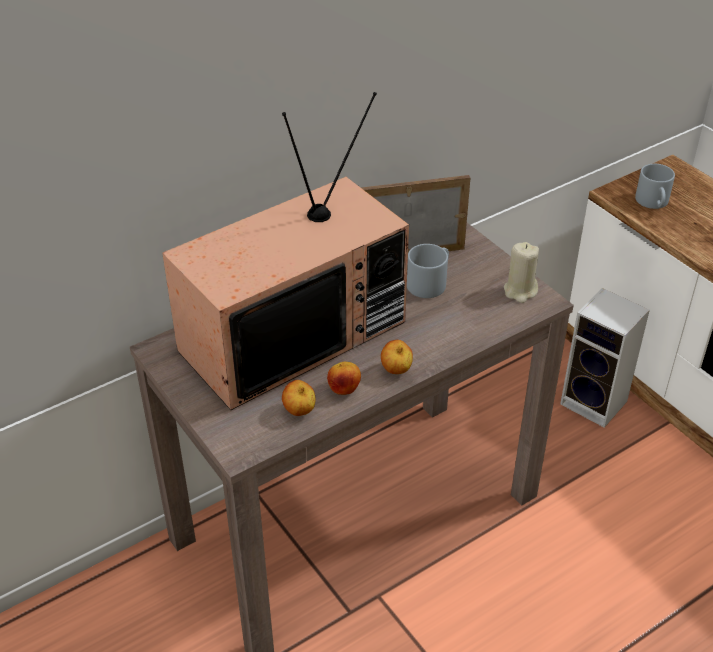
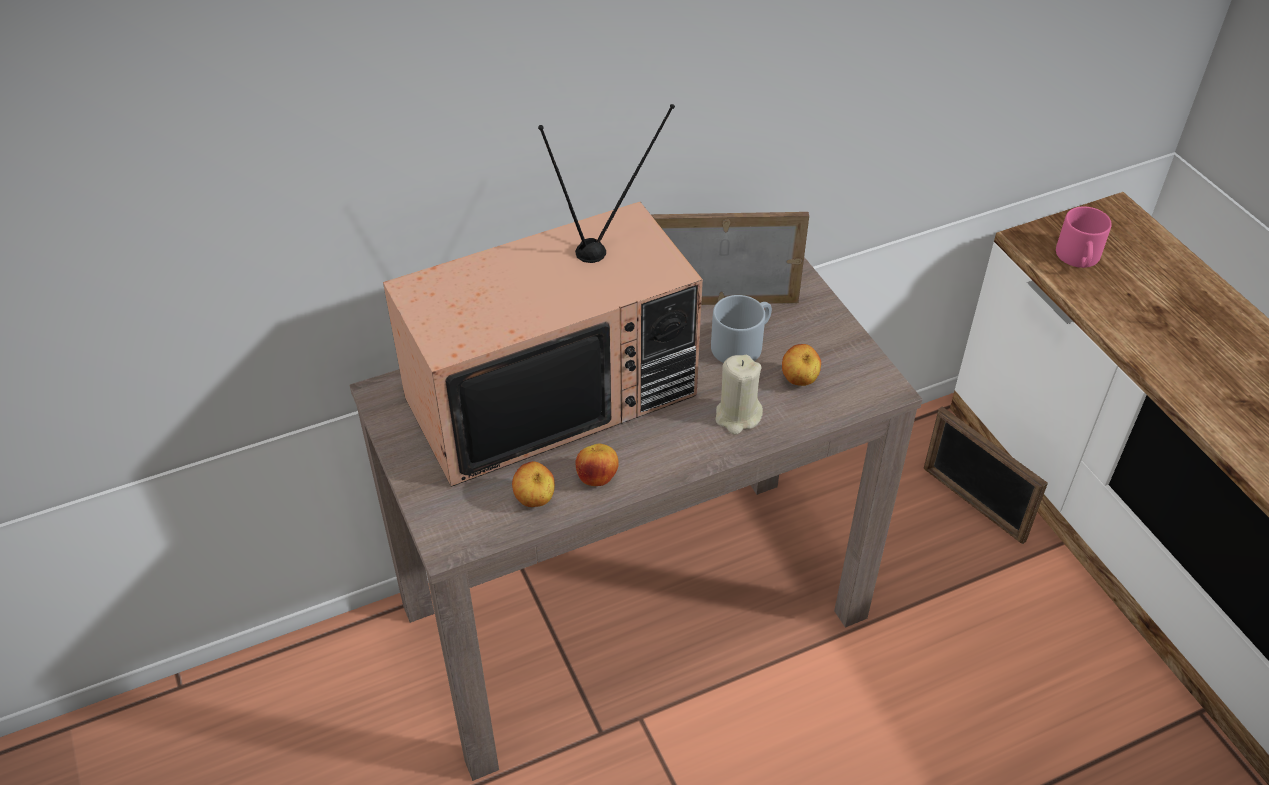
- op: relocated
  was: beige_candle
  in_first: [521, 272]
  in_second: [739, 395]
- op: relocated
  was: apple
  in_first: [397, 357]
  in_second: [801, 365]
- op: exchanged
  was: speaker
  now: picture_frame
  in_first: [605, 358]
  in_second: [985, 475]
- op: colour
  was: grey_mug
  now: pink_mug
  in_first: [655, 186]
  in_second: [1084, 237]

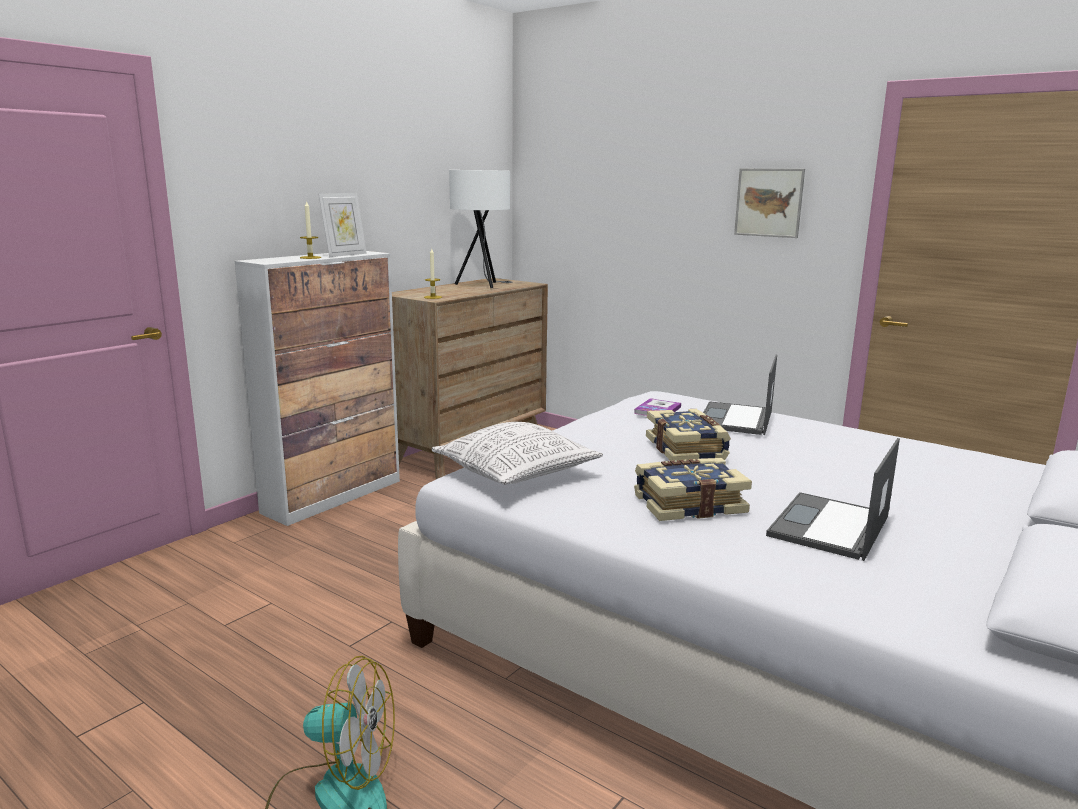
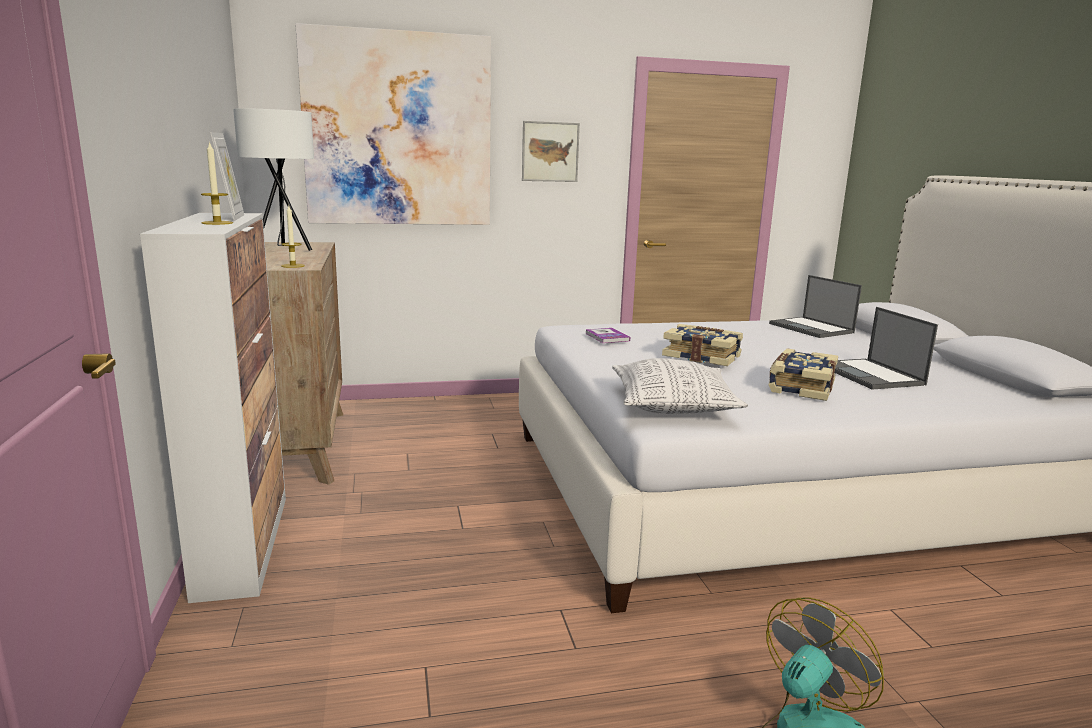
- op: appeared
  now: picture
  in_second: [393, 124]
- op: relocated
  was: laptop
  in_first: [740, 395]
  in_second: [815, 306]

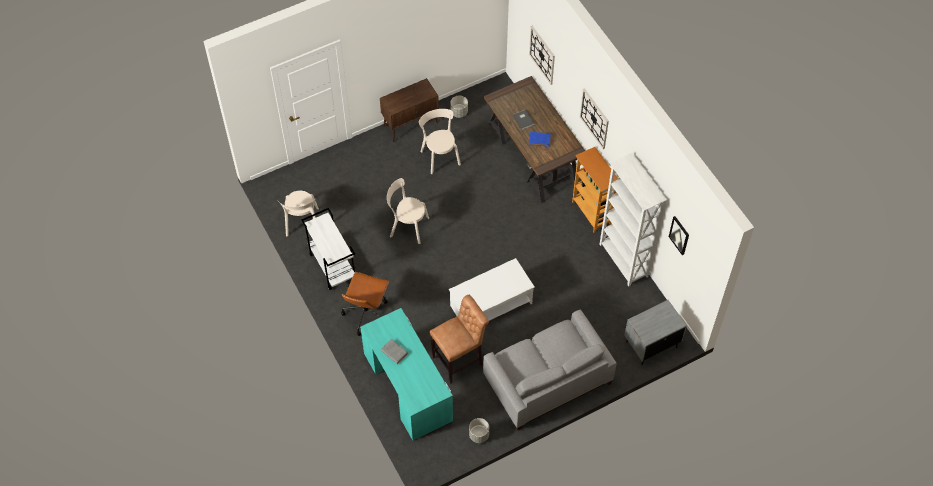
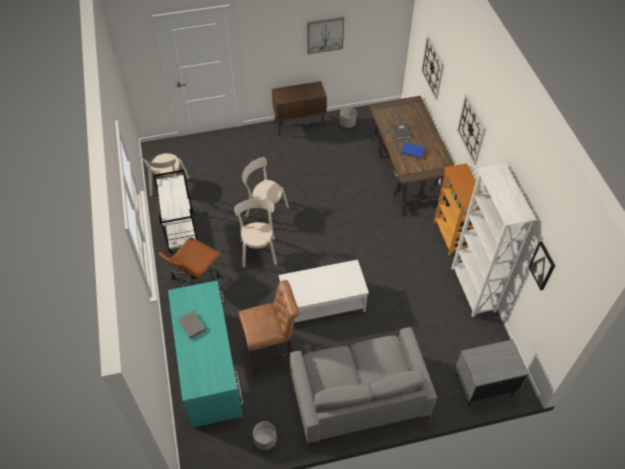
- op: relocated
  was: beige_chair
  in_first: [440, 141]
  in_second: [255, 233]
- op: appeared
  now: picture
  in_second: [325, 35]

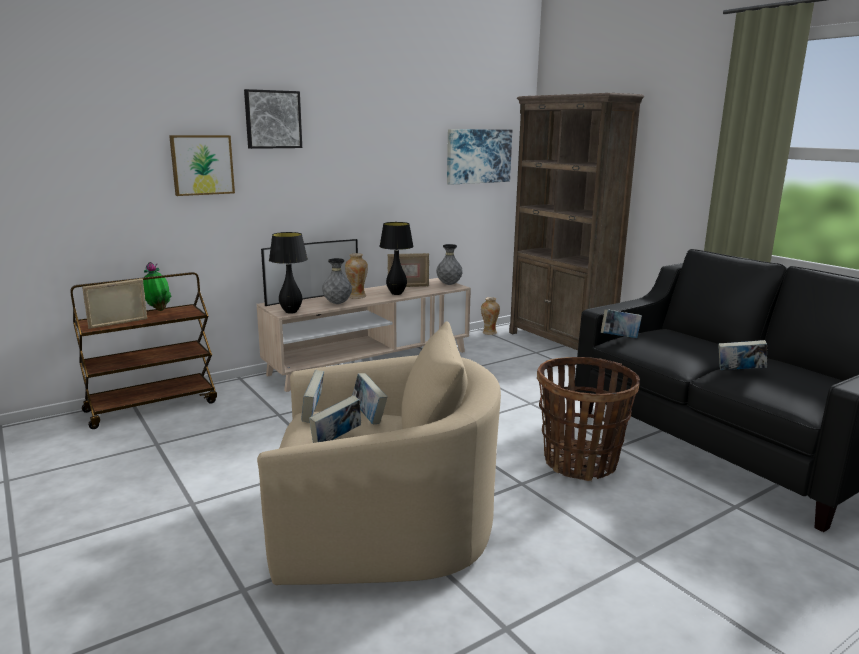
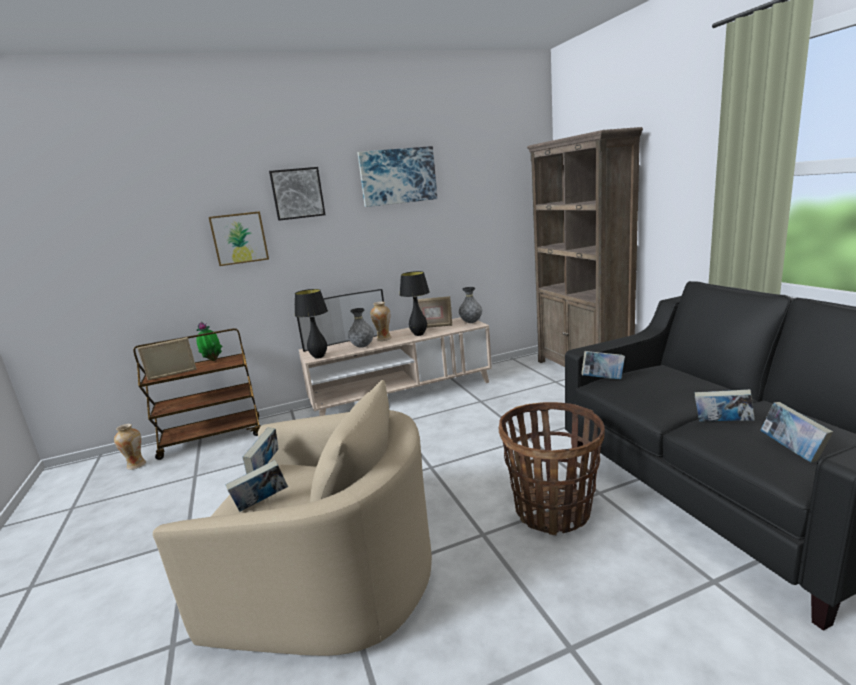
- op: relocated
  was: vase
  in_first: [490, 316]
  in_second: [130, 447]
- op: relocated
  was: picture
  in_first: [479, 157]
  in_second: [397, 176]
- op: relocated
  was: book
  in_first: [370, 398]
  in_second: [796, 432]

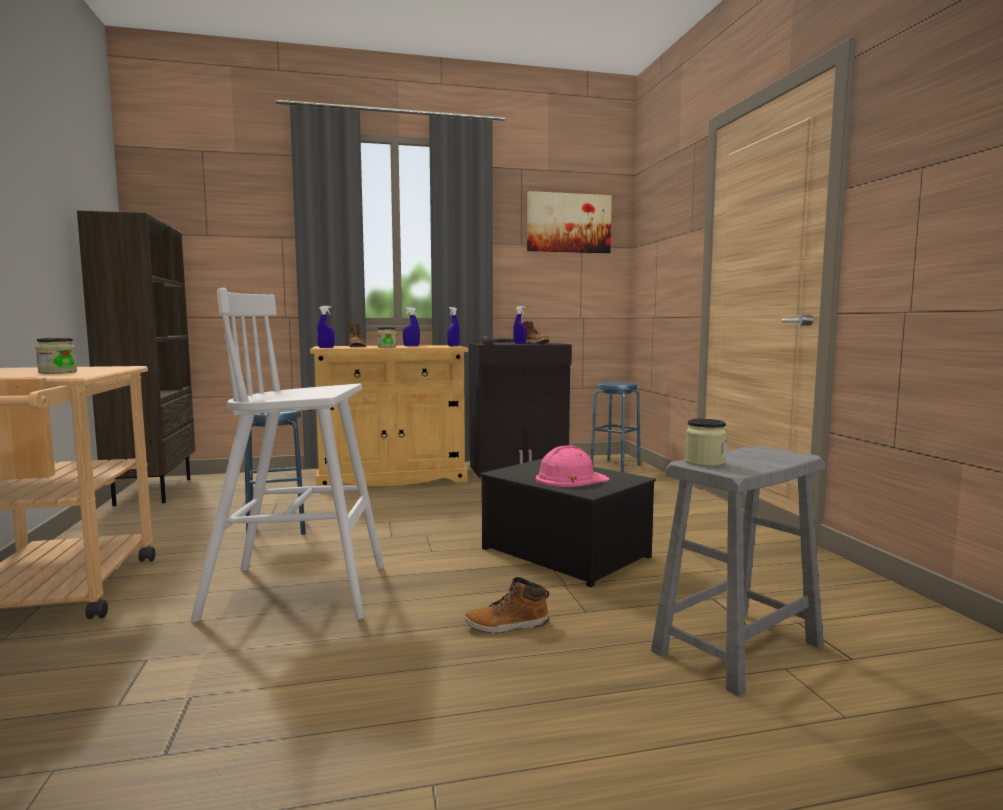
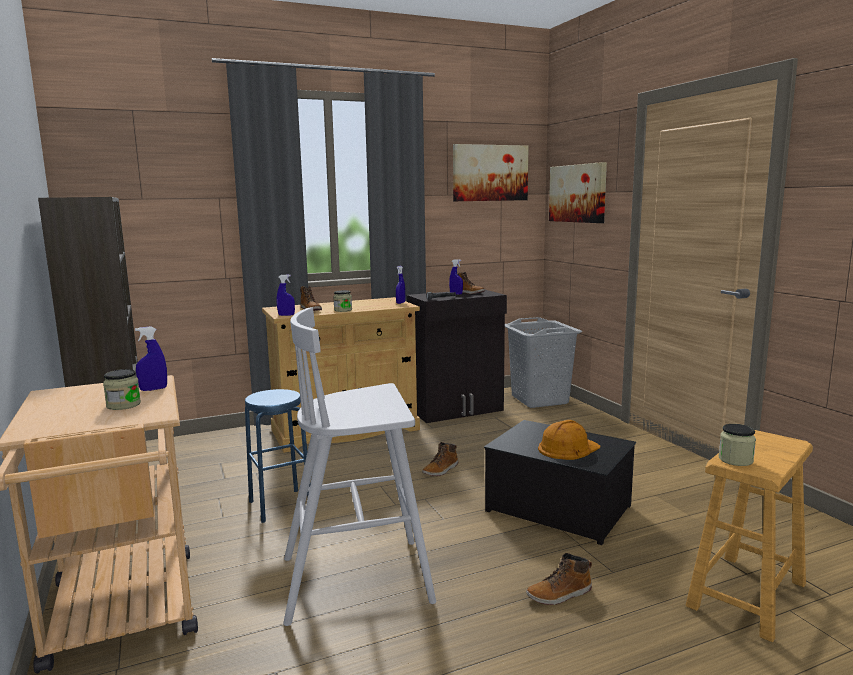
- op: relocated
  was: blue_spray_bottle
  in_first: [411, 326]
  in_second: [151, 358]
- op: appeared
  now: boot
  in_second: [440, 459]
- op: exchanged
  was: blue_stool
  now: grey_laundry_basket
  in_first: [615, 427]
  in_second: [543, 362]
- op: colour
  was: pink_hard_hat
  now: orange_hard_hat
  in_first: [573, 466]
  in_second: [569, 440]
- op: appeared
  now: picture
  in_second: [578, 192]
- op: colour
  was: grey_stool
  now: brown_stool
  in_first: [738, 571]
  in_second: [749, 536]

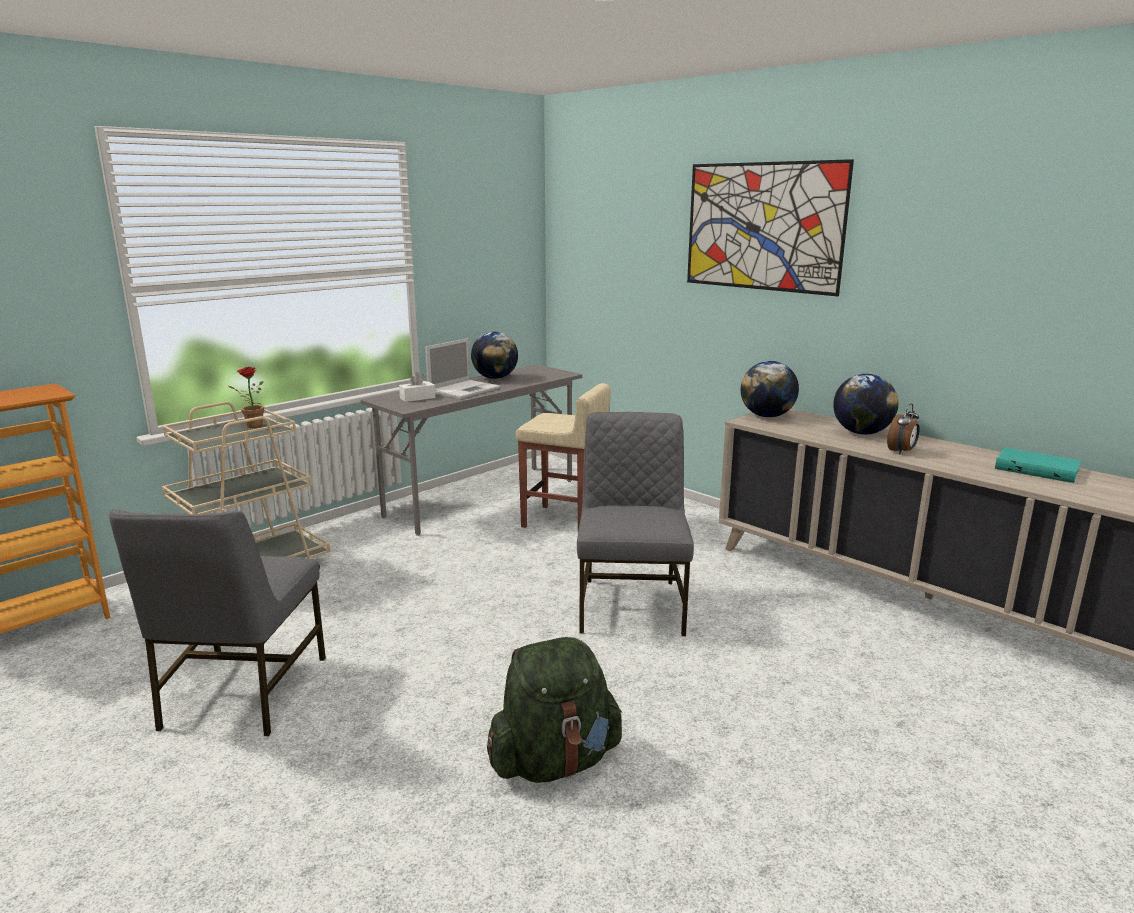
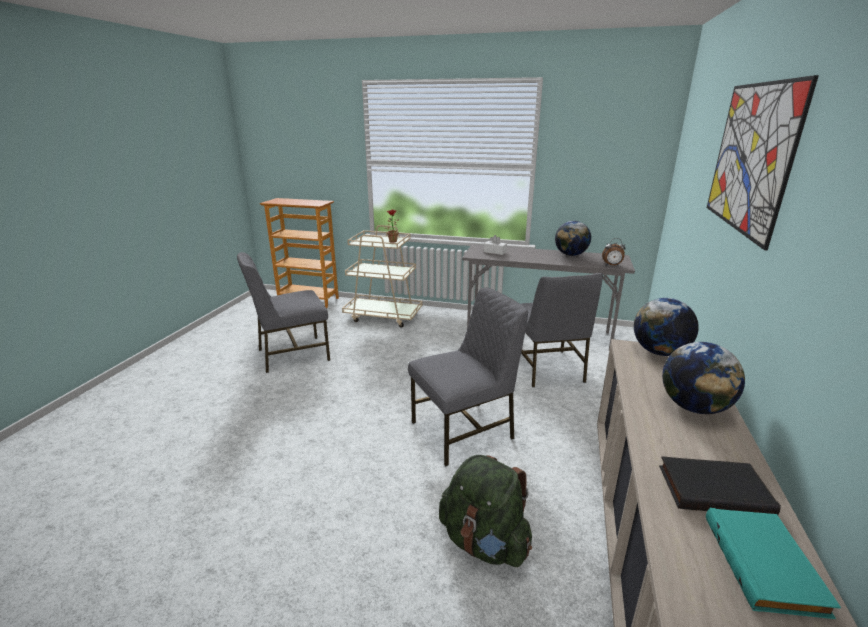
- op: relocated
  was: green_backpack
  in_first: [554, 710]
  in_second: [485, 511]
- op: exchanged
  was: beige_stool
  now: grey_chair
  in_first: [563, 456]
  in_second: [562, 330]
- op: relocated
  was: alarm_clock
  in_first: [903, 428]
  in_second: [614, 252]
- op: appeared
  now: black_book
  in_second: [720, 485]
- op: missing
  was: laptop
  in_first: [463, 368]

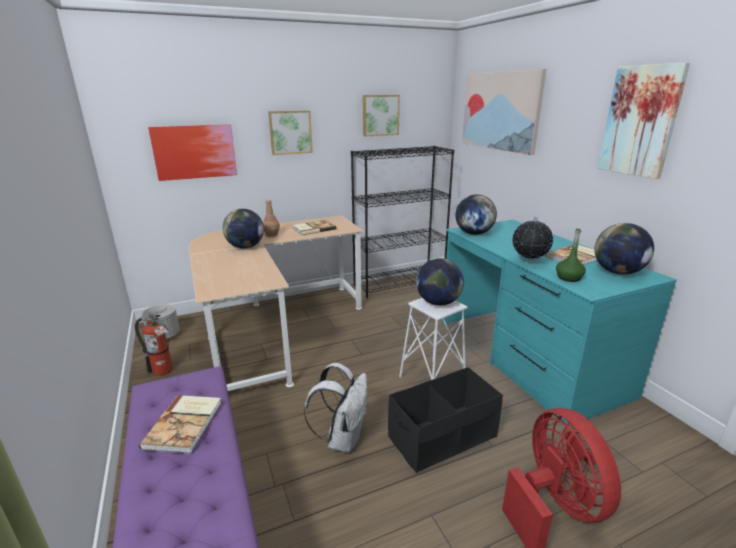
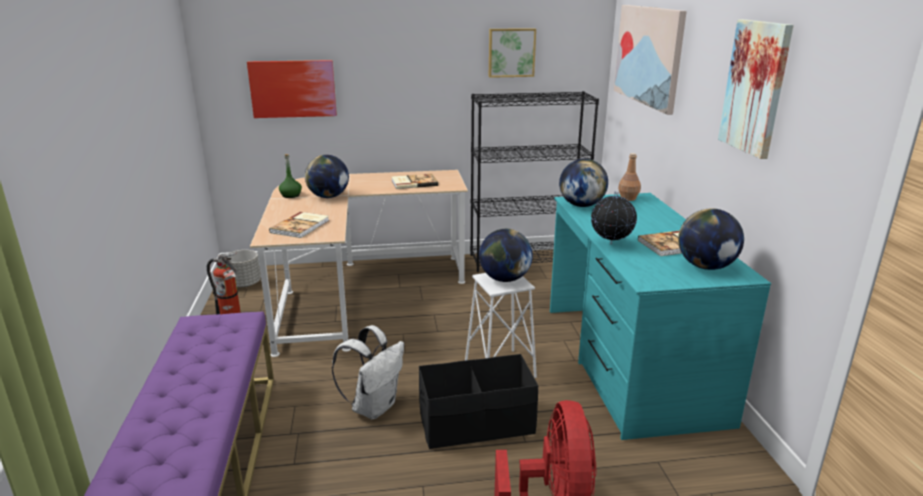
- op: relocated
  was: book
  in_first: [180, 424]
  in_second: [299, 225]
- op: relocated
  was: green_bottle
  in_first: [571, 255]
  in_second: [290, 176]
- op: relocated
  was: brown_bottle
  in_first: [271, 218]
  in_second: [629, 177]
- op: missing
  was: picture
  in_first: [290, 132]

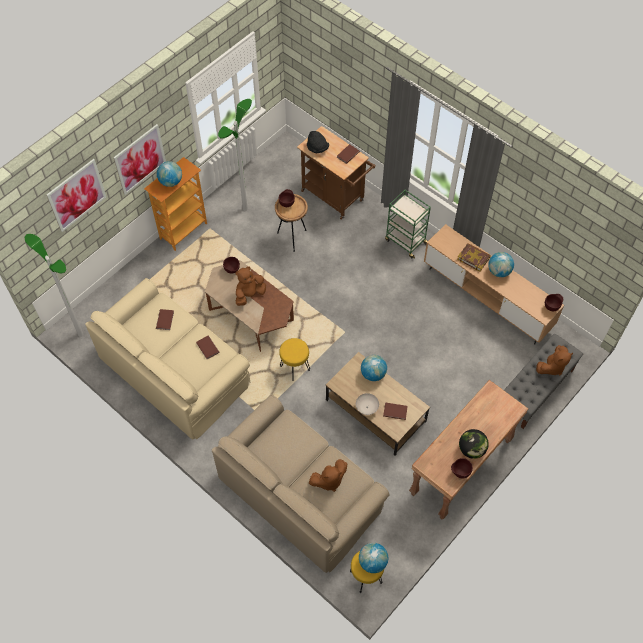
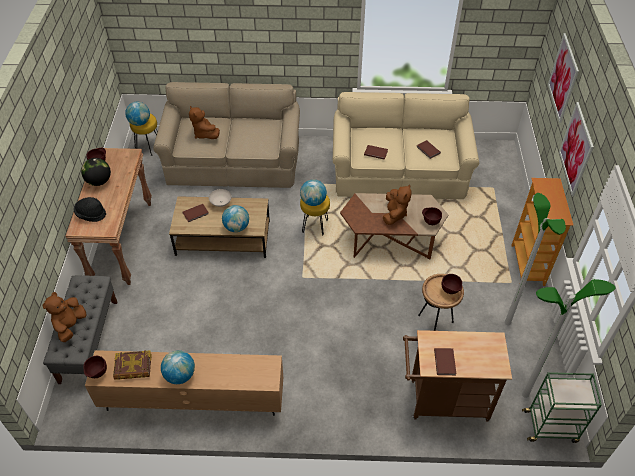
- op: relocated
  was: black_hat
  in_first: [318, 142]
  in_second: [90, 209]
- op: relocated
  was: book
  in_first: [474, 257]
  in_second: [132, 365]
- op: spun
  was: brown_plush_toy
  in_first: [328, 475]
  in_second: [204, 122]
  clockwise: -60
- op: relocated
  was: globe
  in_first: [169, 174]
  in_second: [313, 192]
- op: relocated
  was: floor_lamp
  in_first: [54, 285]
  in_second: [568, 338]
- op: relocated
  was: green_cart
  in_first: [408, 224]
  in_second: [562, 407]

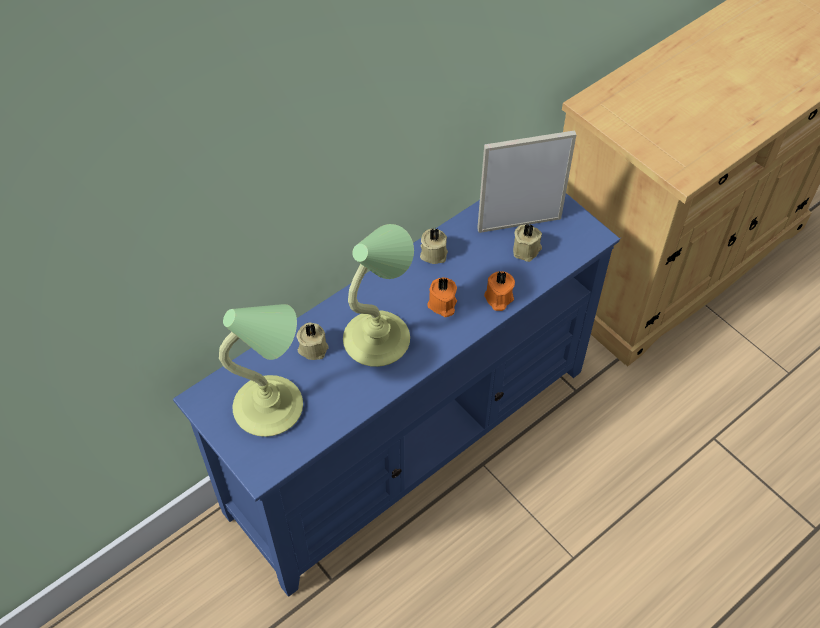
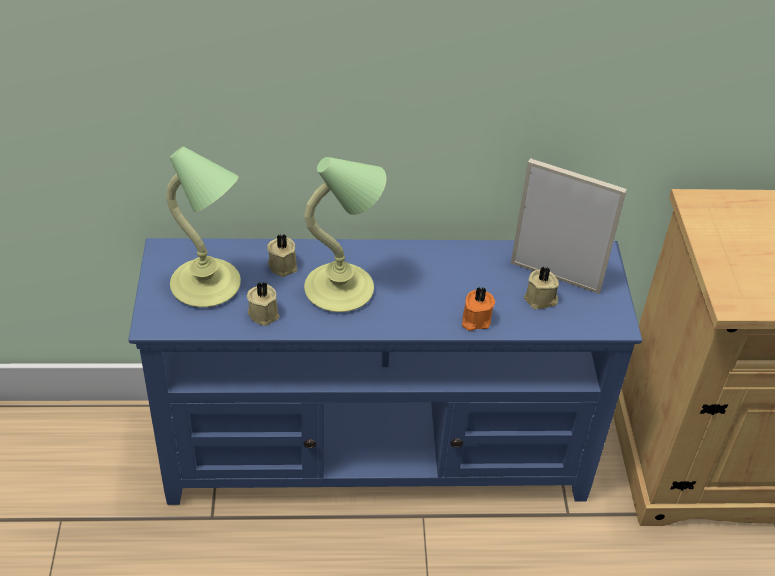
- op: relocated
  was: beige_candle
  in_first: [434, 245]
  in_second: [263, 304]
- op: missing
  was: orange_candle
  in_first: [442, 297]

